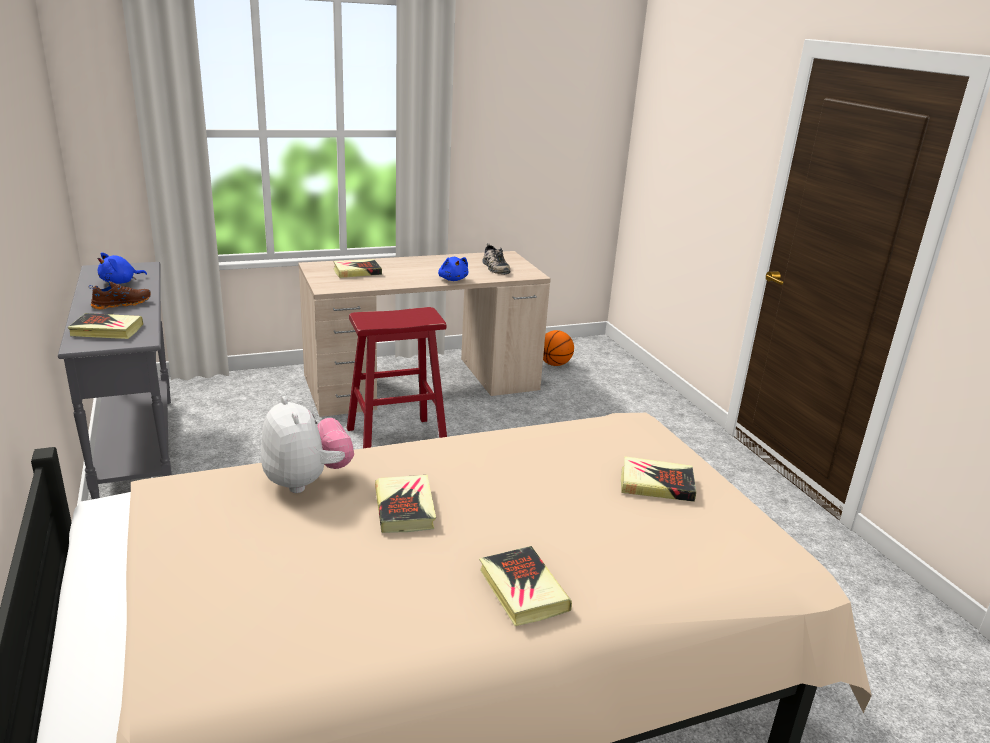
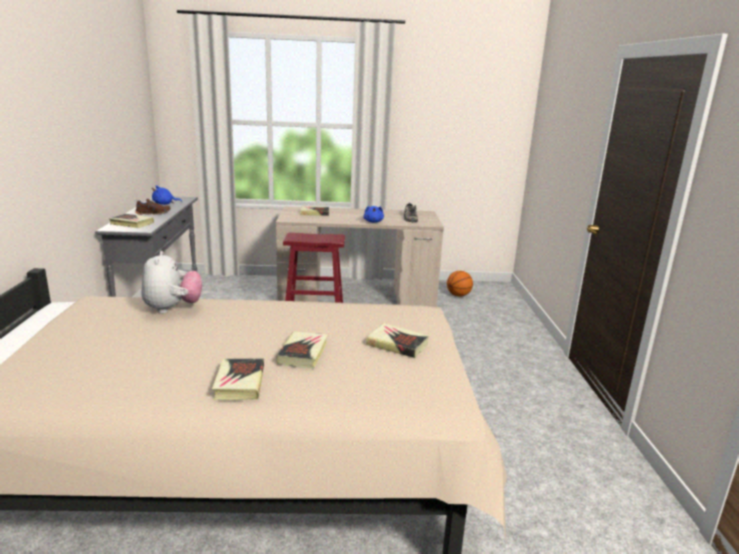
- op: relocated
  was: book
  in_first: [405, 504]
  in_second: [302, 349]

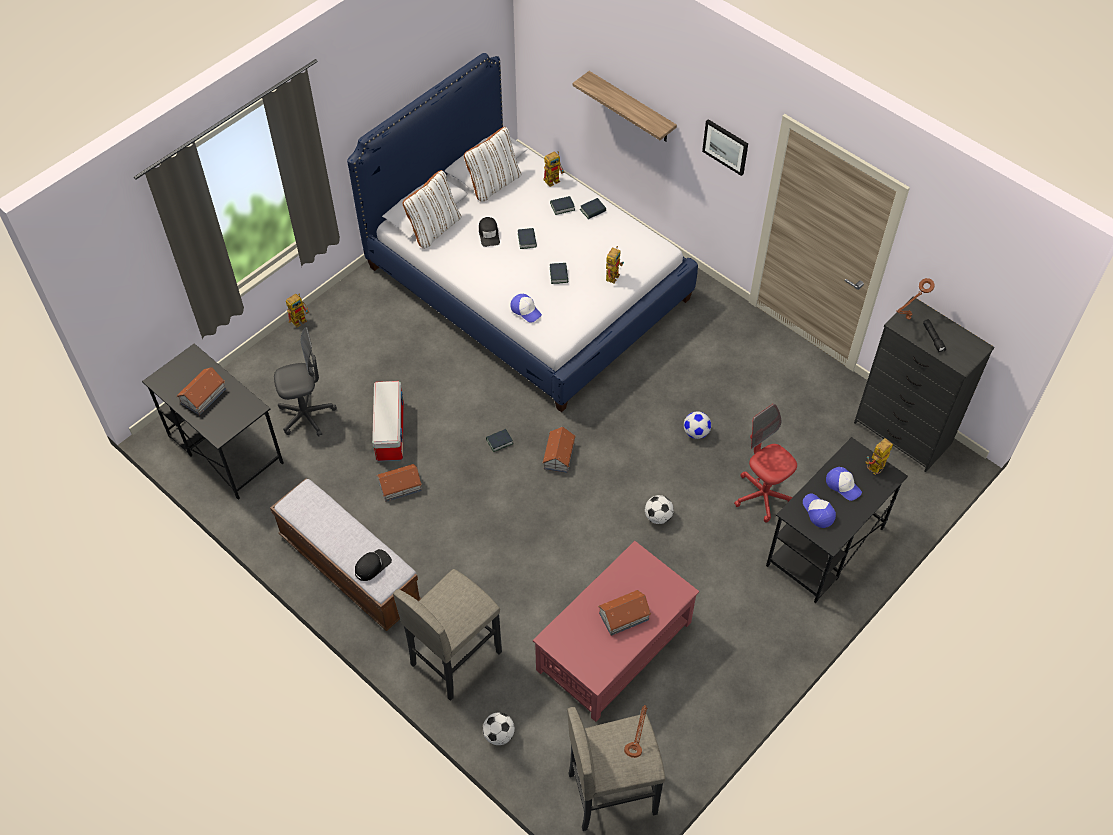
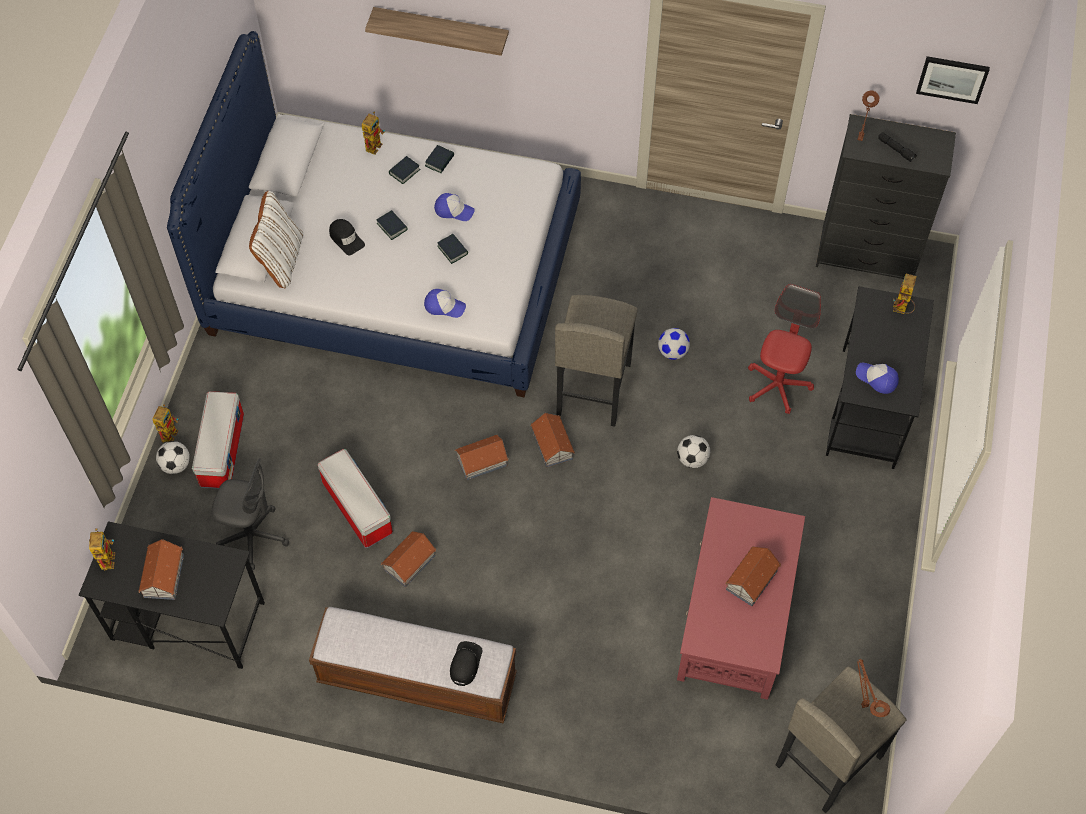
- op: relocated
  was: toy_robot
  in_first: [615, 264]
  in_second: [102, 549]
- op: relocated
  was: football
  in_first: [499, 728]
  in_second: [173, 457]
- op: appeared
  now: storage_box
  in_second: [218, 440]
- op: spun
  was: grey_office_chair
  in_first: [305, 382]
  in_second: [250, 514]
  clockwise: 60
- op: relocated
  was: cap
  in_first: [844, 484]
  in_second: [454, 207]
- op: exchanged
  was: book
  now: toy_house
  in_first: [499, 440]
  in_second: [482, 457]
- op: relocated
  was: grey_stool
  in_first: [447, 635]
  in_second: [596, 361]
- op: spun
  was: red_office_chair
  in_first: [765, 463]
  in_second: [784, 349]
  clockwise: 90
- op: relocated
  was: picture
  in_first: [725, 147]
  in_second: [953, 80]
- op: missing
  was: white_pillow
  in_first: [492, 164]

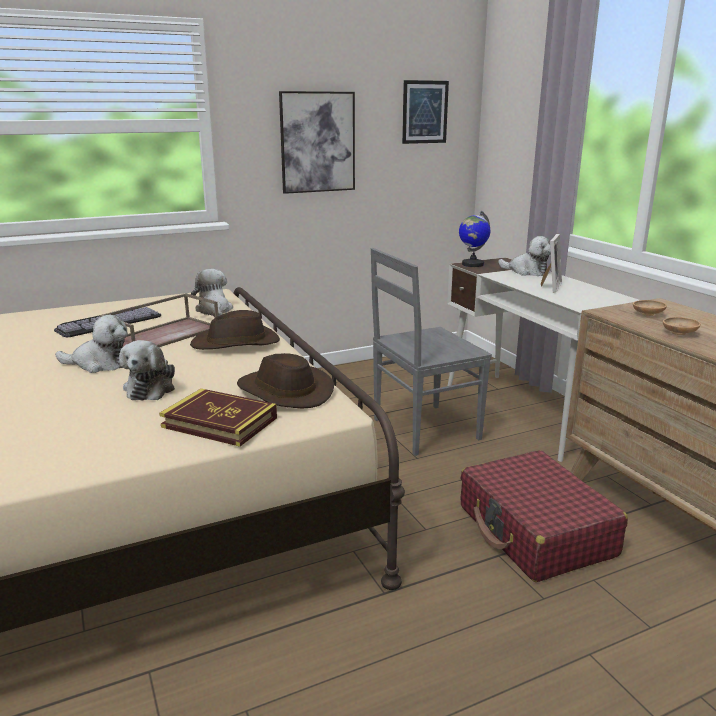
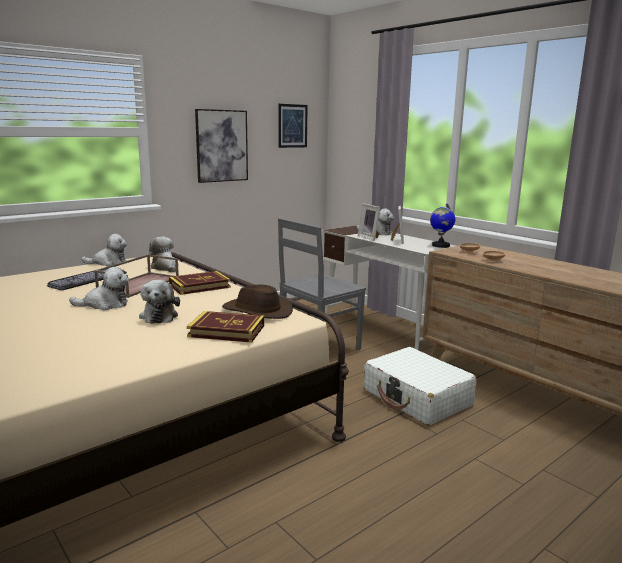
- op: appeared
  now: plush_toy
  in_second: [104, 250]
- op: exchanged
  was: brown_hat
  now: book
  in_first: [235, 330]
  in_second: [200, 283]
- op: appeared
  now: picture_frame
  in_second: [369, 222]
- op: colour
  was: red_suitcase
  now: white_suitcase
  in_first: [544, 516]
  in_second: [420, 386]
- op: relocated
  was: globe
  in_first: [474, 239]
  in_second: [442, 226]

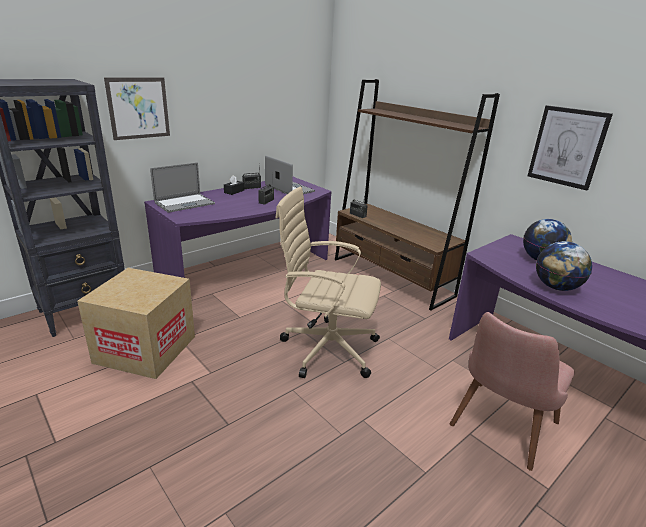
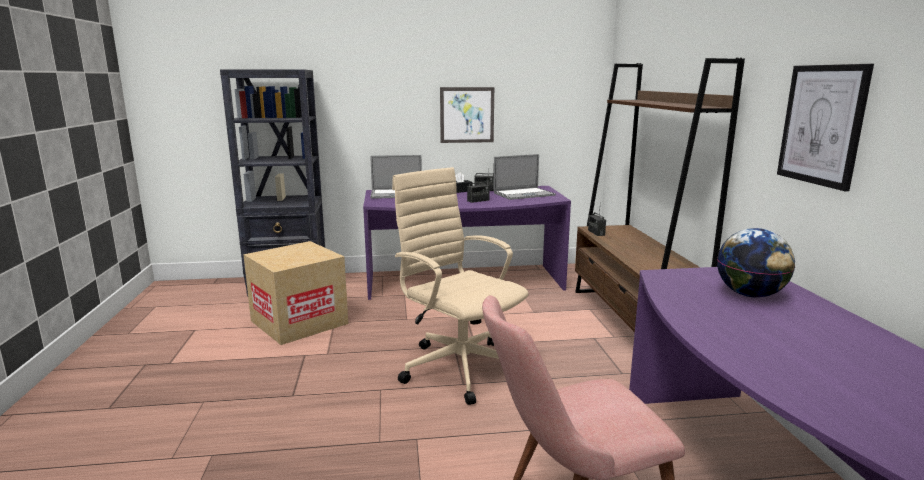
- op: relocated
  was: picture
  in_first: [137, 109]
  in_second: [467, 115]
- op: spun
  was: laptop
  in_first: [290, 175]
  in_second: [524, 177]
  clockwise: 75
- op: missing
  was: globe
  in_first: [564, 266]

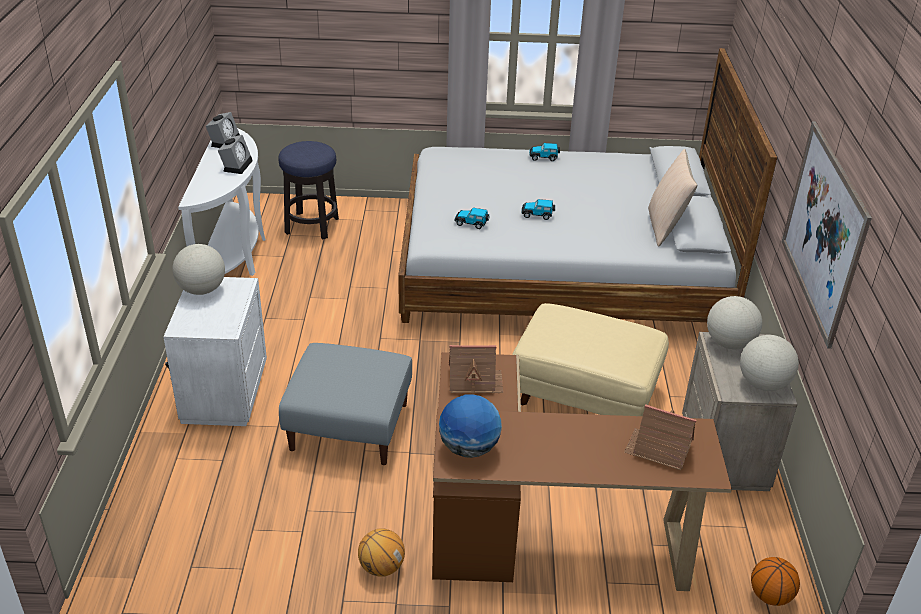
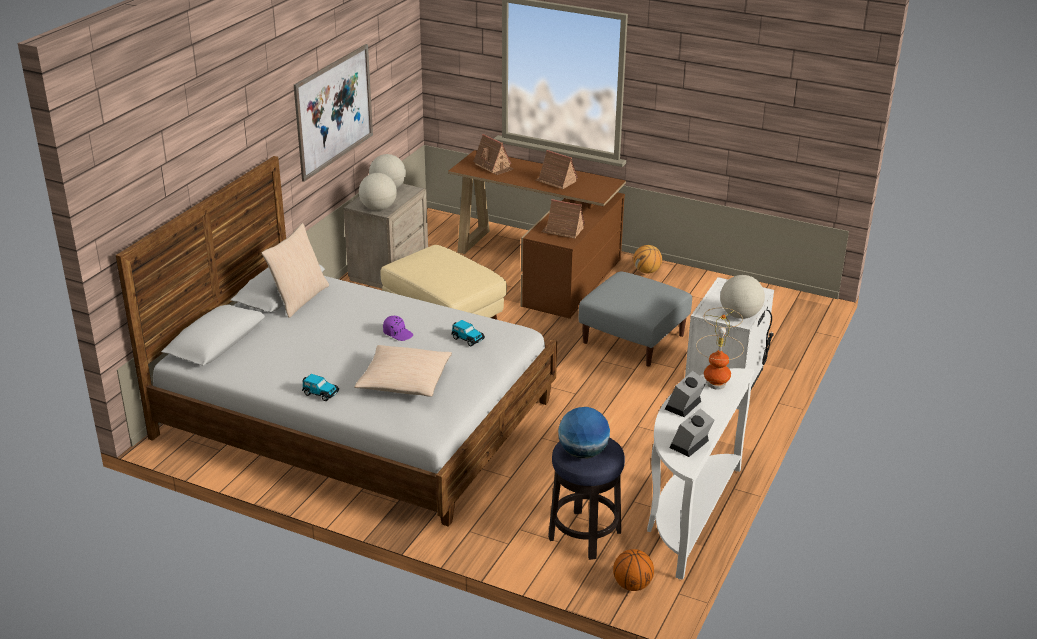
- op: appeared
  now: beige_pillow
  in_second: [403, 371]
- op: exchanged
  was: toy_car
  now: purple_cap
  in_first: [538, 209]
  in_second: [398, 328]
- op: appeared
  now: toy_house
  in_second: [557, 169]
- op: relocated
  was: globe
  in_first: [470, 426]
  in_second: [584, 433]
- op: relocated
  was: basketball
  in_first: [775, 581]
  in_second: [633, 570]
- op: appeared
  now: table_lamp
  in_second: [720, 349]

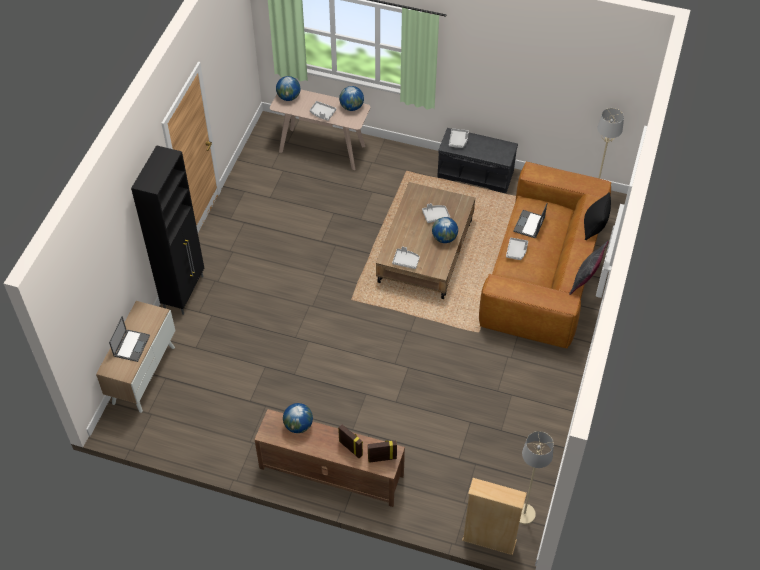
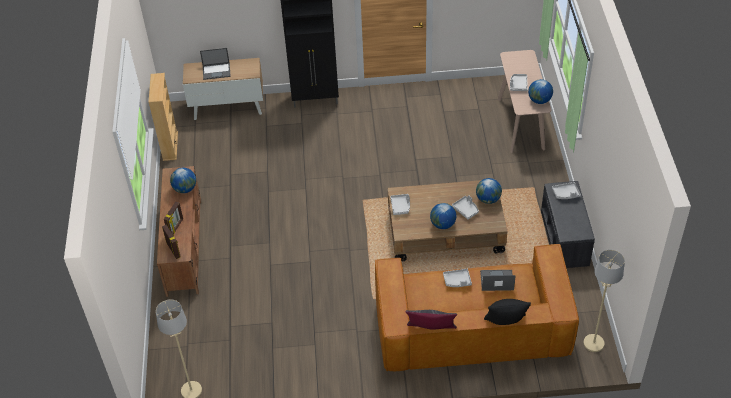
- op: relocated
  was: beige_bookcase
  in_first: [494, 516]
  in_second: [163, 117]
- op: relocated
  was: globe
  in_first: [288, 88]
  in_second: [489, 191]

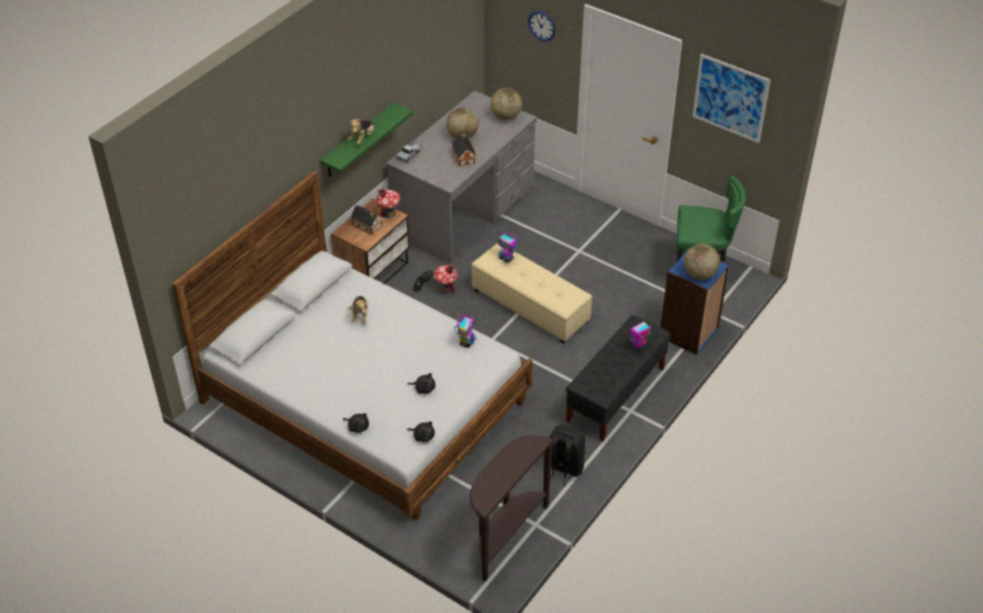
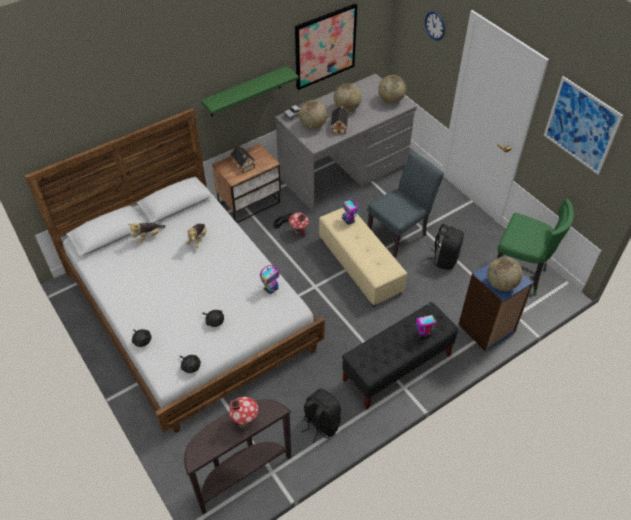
- op: relocated
  was: plush_toy
  in_first: [361, 132]
  in_second: [147, 233]
- op: relocated
  was: toy_house
  in_first: [388, 203]
  in_second: [243, 413]
- op: appeared
  now: picture
  in_second: [326, 46]
- op: appeared
  now: globe
  in_second: [313, 114]
- op: appeared
  now: grey_chair
  in_second: [405, 205]
- op: appeared
  now: black_backpack
  in_second: [445, 247]

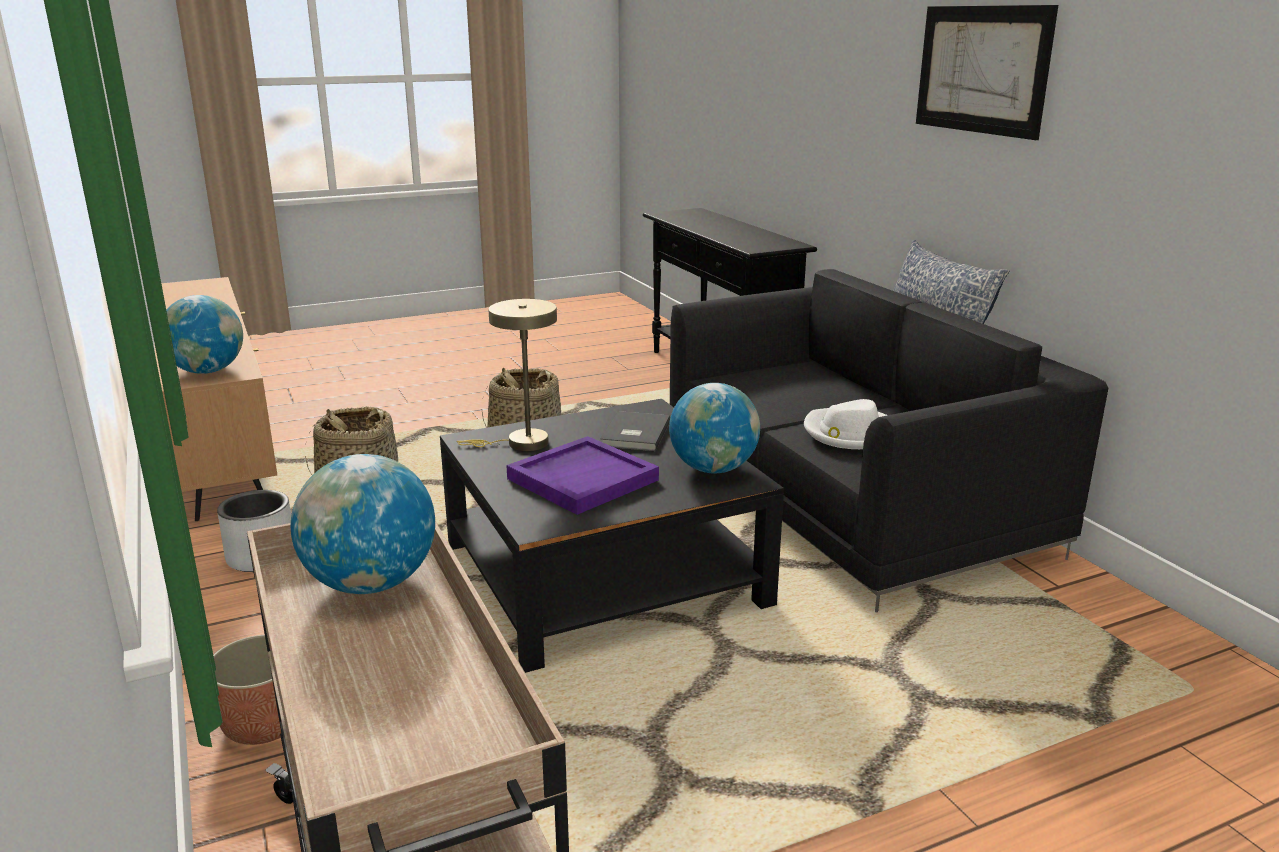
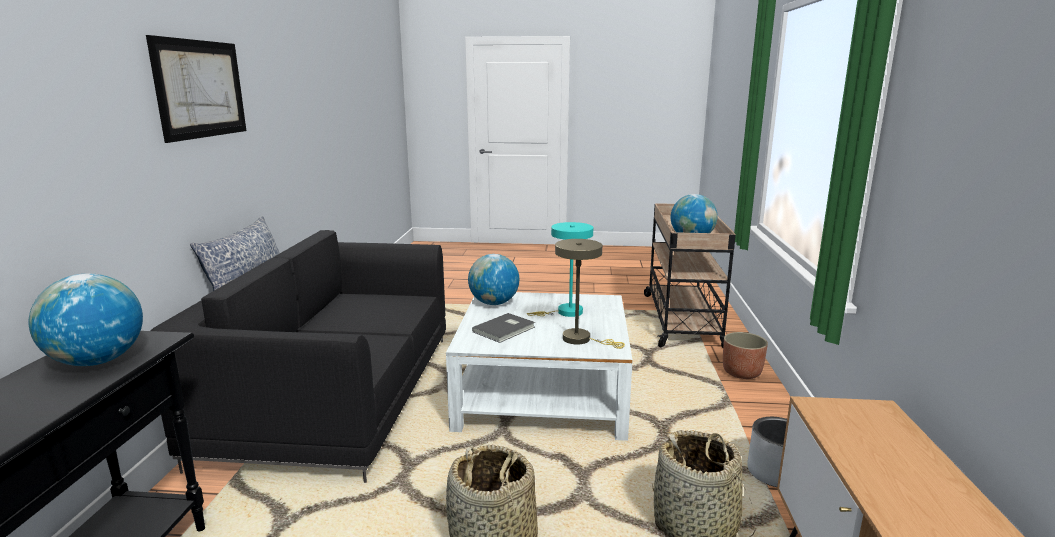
- op: relocated
  was: globe
  in_first: [204, 334]
  in_second: [86, 320]
- op: colour
  was: black_coffee_table
  now: white_coffee_table
  in_first: [612, 536]
  in_second: [539, 366]
- op: exchanged
  was: purple_tray
  now: turquoise_table_lamp
  in_first: [582, 475]
  in_second: [560, 269]
- op: missing
  was: white_hat
  in_first: [845, 424]

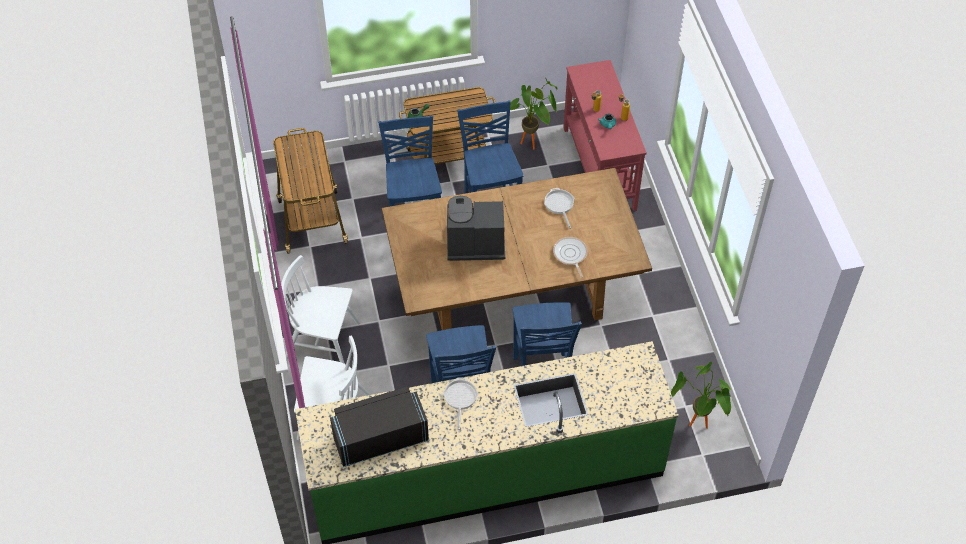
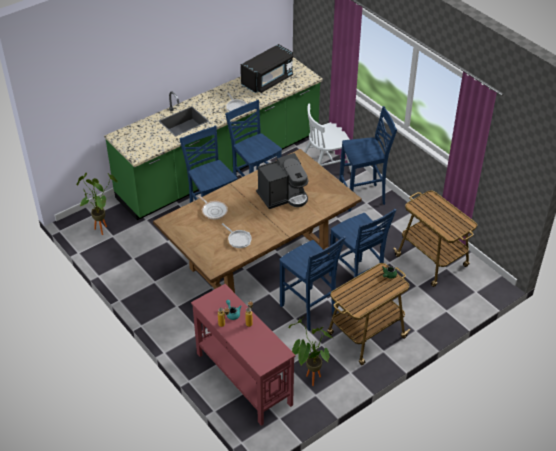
- op: exchanged
  was: white_chair
  now: blue_stool
  in_first: [320, 309]
  in_second: [368, 159]

